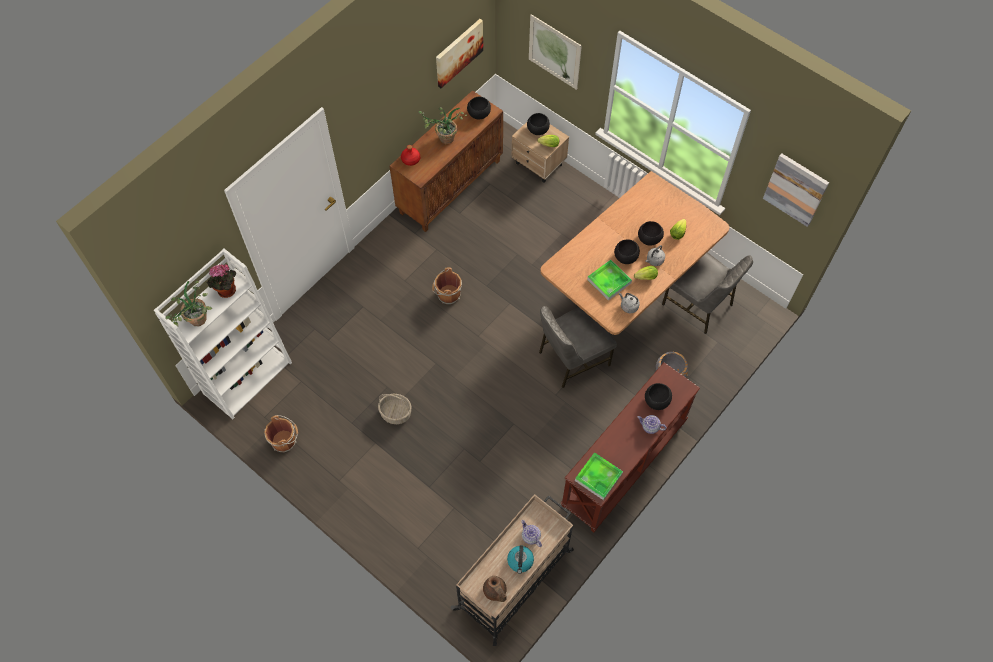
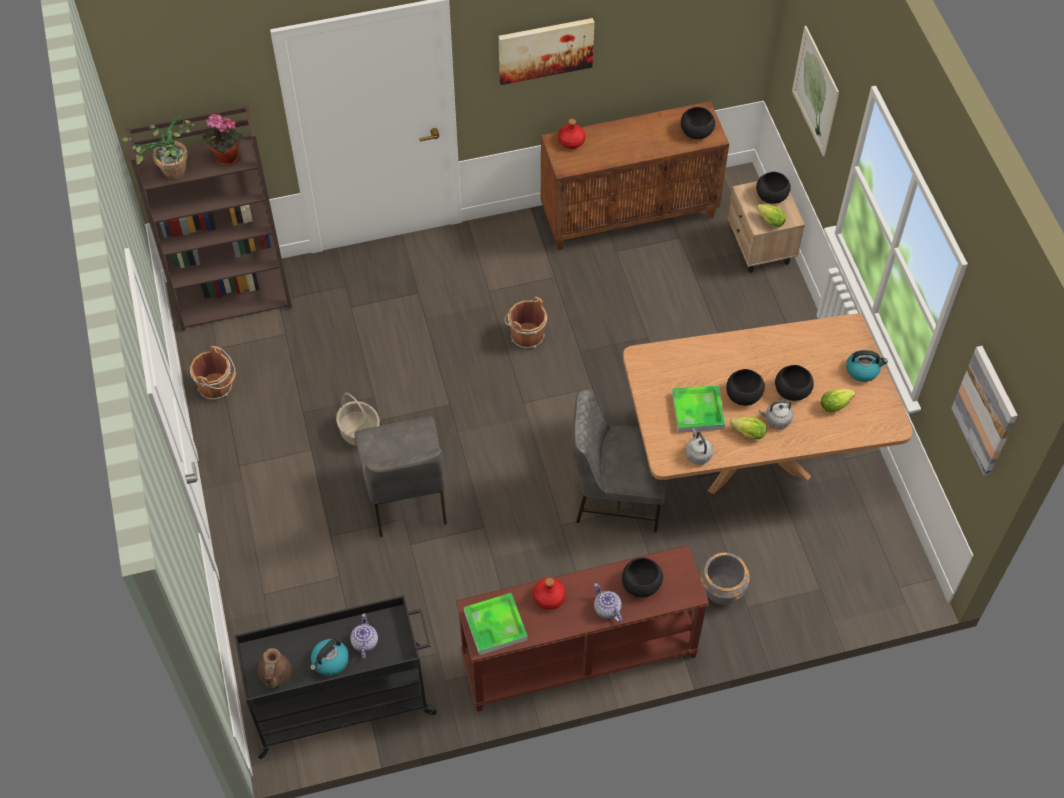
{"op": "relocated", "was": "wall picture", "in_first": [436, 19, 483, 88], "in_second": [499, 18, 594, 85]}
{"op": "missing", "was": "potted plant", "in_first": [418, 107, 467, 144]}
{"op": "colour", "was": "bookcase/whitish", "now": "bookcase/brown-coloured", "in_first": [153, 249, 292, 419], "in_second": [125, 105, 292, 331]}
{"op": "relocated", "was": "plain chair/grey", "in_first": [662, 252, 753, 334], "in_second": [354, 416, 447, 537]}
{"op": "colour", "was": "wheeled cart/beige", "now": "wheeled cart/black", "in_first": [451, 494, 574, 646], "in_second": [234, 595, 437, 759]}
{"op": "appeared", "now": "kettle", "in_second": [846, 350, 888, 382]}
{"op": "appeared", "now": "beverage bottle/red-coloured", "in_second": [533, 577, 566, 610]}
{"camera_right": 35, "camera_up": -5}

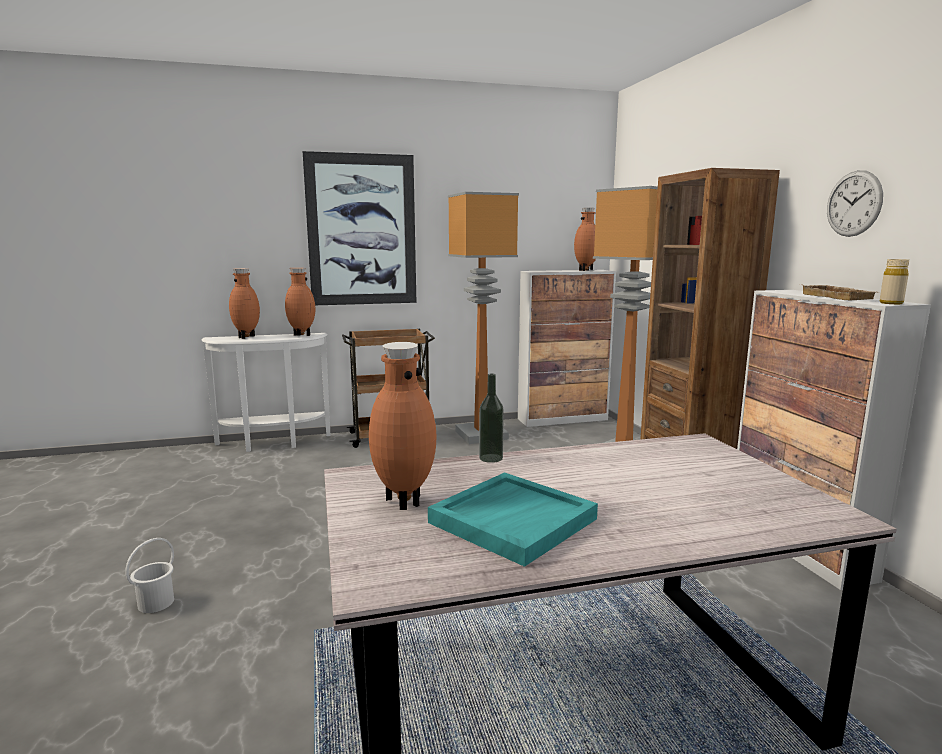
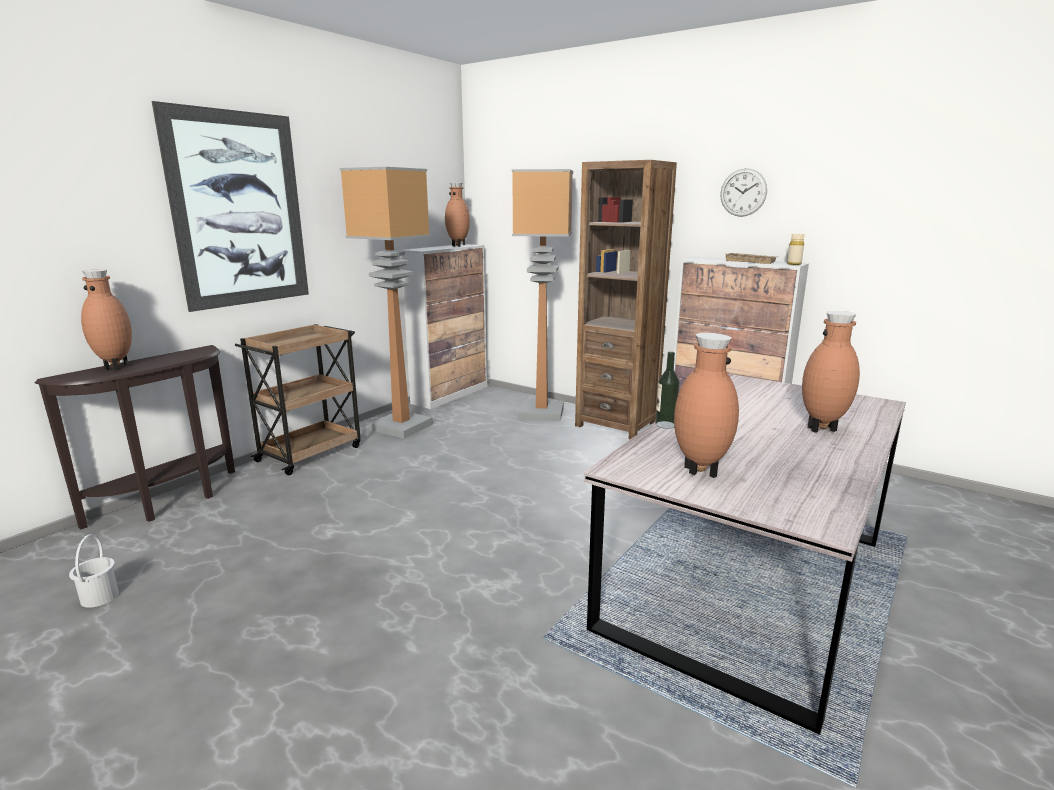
{"op": "relocated", "was": "vase/brown-coloured", "in_first": [285, 268, 315, 336], "in_second": [802, 311, 860, 433]}
{"op": "colour", "was": "hall table/whitish", "now": "hall table/brown-coloured", "in_first": [202, 333, 331, 452], "in_second": [35, 345, 235, 529]}
{"op": "missing", "was": "carrying tray/blue-green", "in_first": [428, 472, 598, 567]}
{"op": "relocated", "was": "water bucket/whitish", "in_first": [125, 538, 174, 613], "in_second": [69, 534, 119, 608]}
{"camera_right": -40, "camera_up": 5}

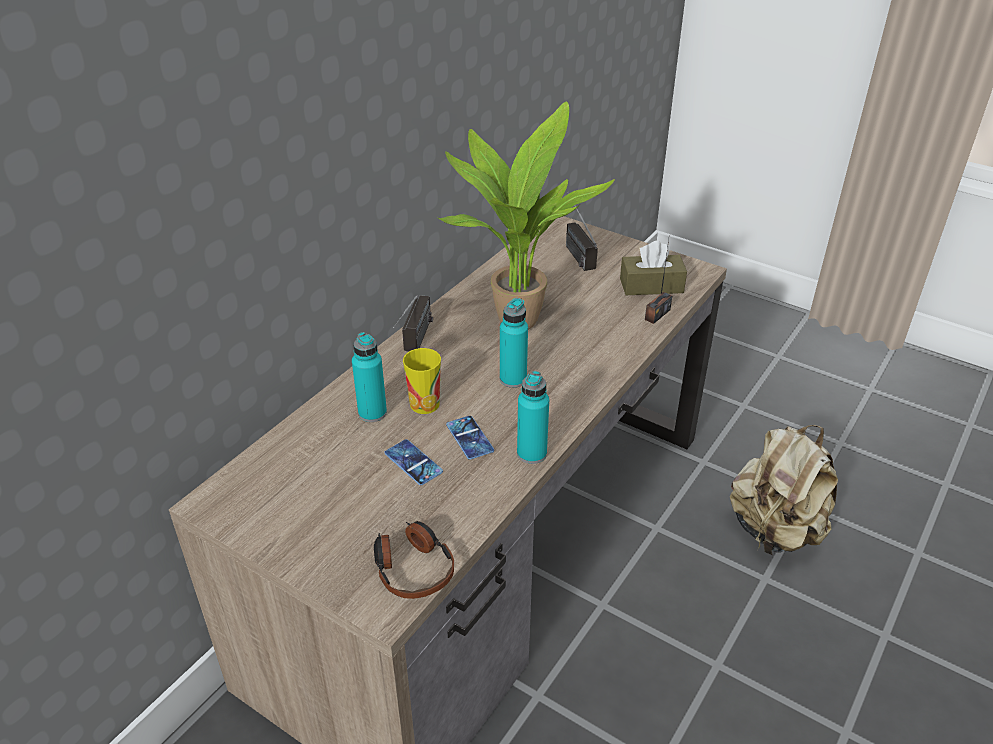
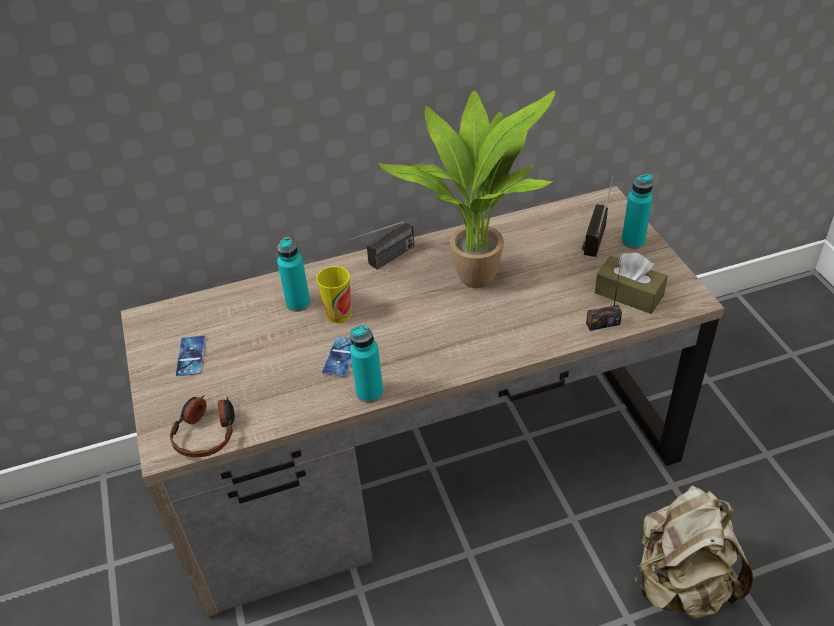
{"op": "relocated", "was": "beverage bottle/blue-green", "in_first": [500, 298, 528, 388], "in_second": [622, 174, 653, 249]}
{"op": "relocated", "was": "phone", "in_first": [384, 439, 443, 485], "in_second": [175, 336, 206, 376]}
{"camera_right": 40, "camera_up": 5}

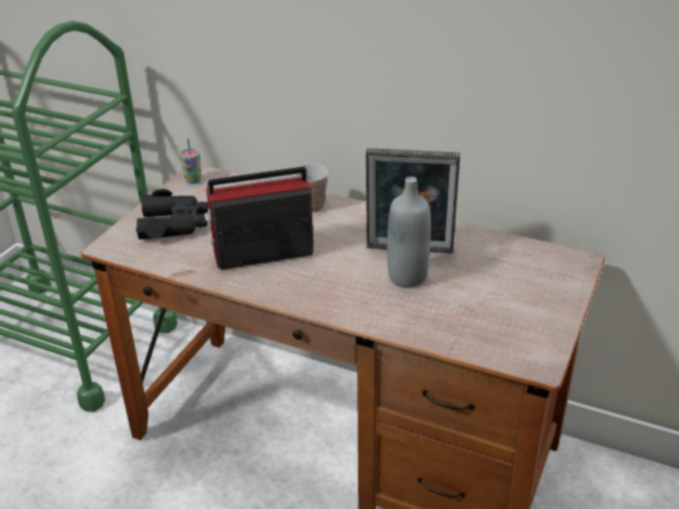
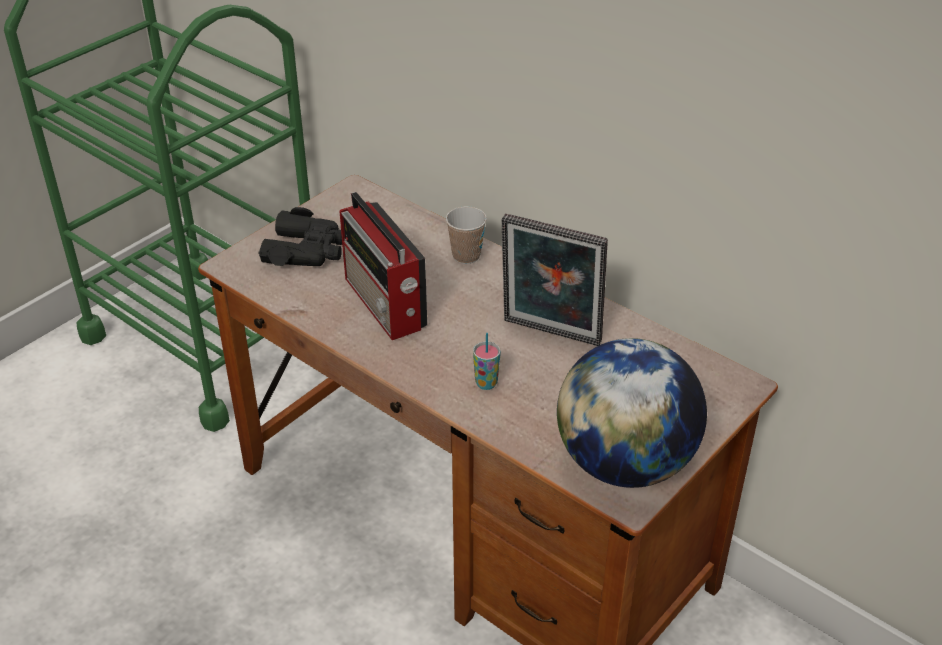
{"op": "relocated", "was": "cup", "in_first": [180, 138, 201, 184], "in_second": [473, 333, 501, 390]}
{"op": "spun", "was": "radio", "in_first": [204, 166, 314, 270], "in_second": [339, 192, 427, 340], "clockwise": -120}
{"op": "missing", "was": "beverage bottle/grey", "in_first": [387, 177, 431, 288]}
{"op": "appeared", "now": "desk globe", "in_second": [557, 338, 707, 488]}
{"camera_right": 15, "camera_up": 5}

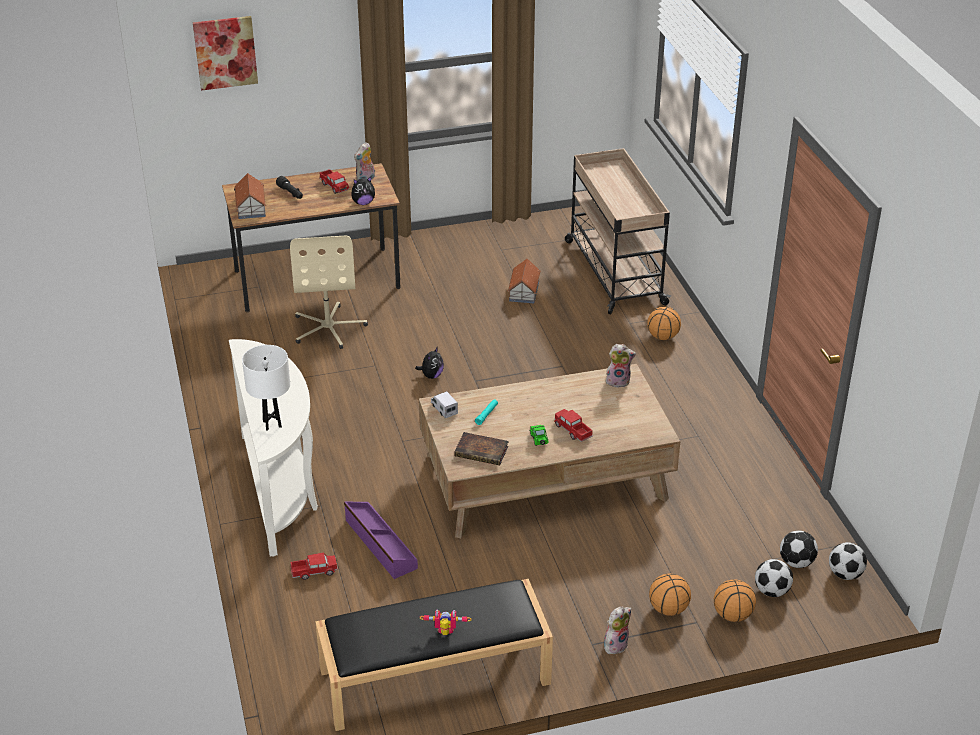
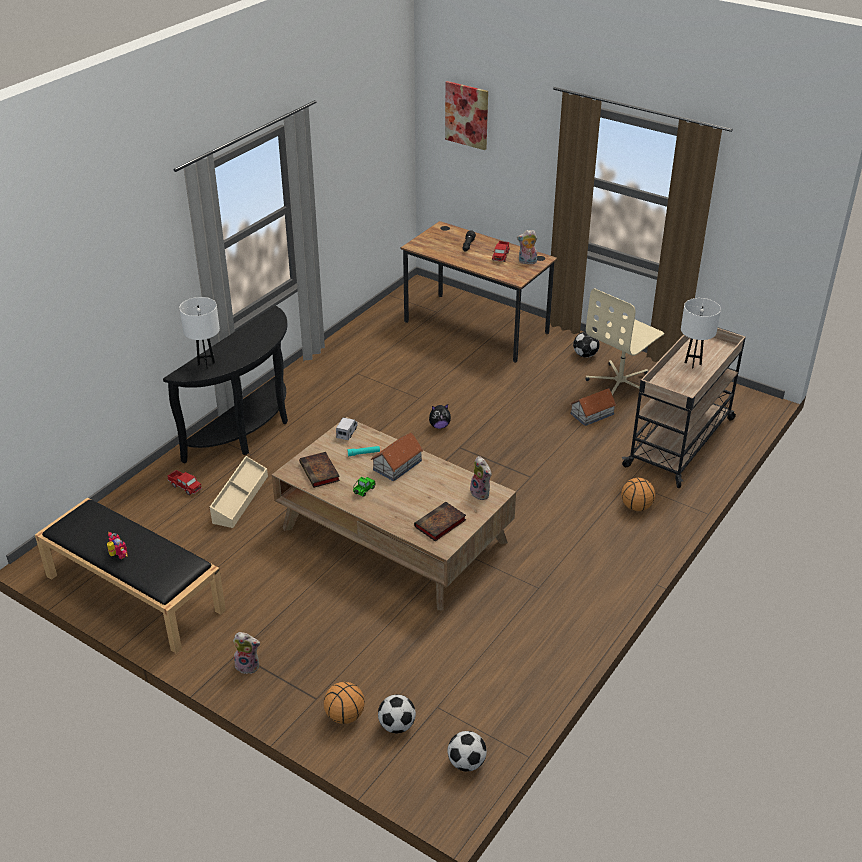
{"op": "relocated", "was": "model house", "in_first": [234, 173, 266, 219], "in_second": [371, 432, 423, 481]}
{"op": "missing", "was": "plush toy", "in_first": [351, 177, 375, 205]}
{"op": "relocated", "was": "desk chair/beige", "in_first": [290, 235, 368, 349], "in_second": [586, 288, 664, 395]}
{"op": "colour", "was": "hall table/whitish", "now": "hall table/black", "in_first": [229, 339, 318, 557], "in_second": [163, 306, 288, 463]}
{"op": "missing", "was": "toy lorry", "in_first": [554, 409, 593, 442]}
{"op": "colour", "was": "storage container/purplish", "now": "storage container/beige", "in_first": [344, 502, 418, 579], "in_second": [209, 456, 268, 528]}
{"op": "relocated", "was": "ball for football", "in_first": [780, 531, 818, 568], "in_second": [573, 332, 600, 358]}
{"op": "missing", "was": "basketball", "in_first": [649, 574, 691, 616]}
{"op": "appeared", "now": "table lamp/whitish", "in_second": [681, 298, 721, 368]}
{"op": "appeared", "now": "bound book", "in_second": [414, 502, 466, 541]}
{"camera_right": 50, "camera_up": 0}

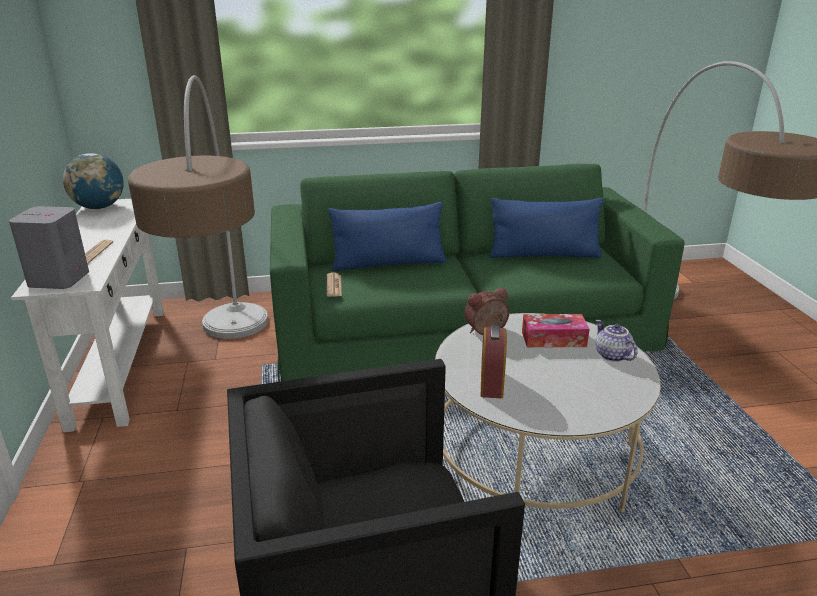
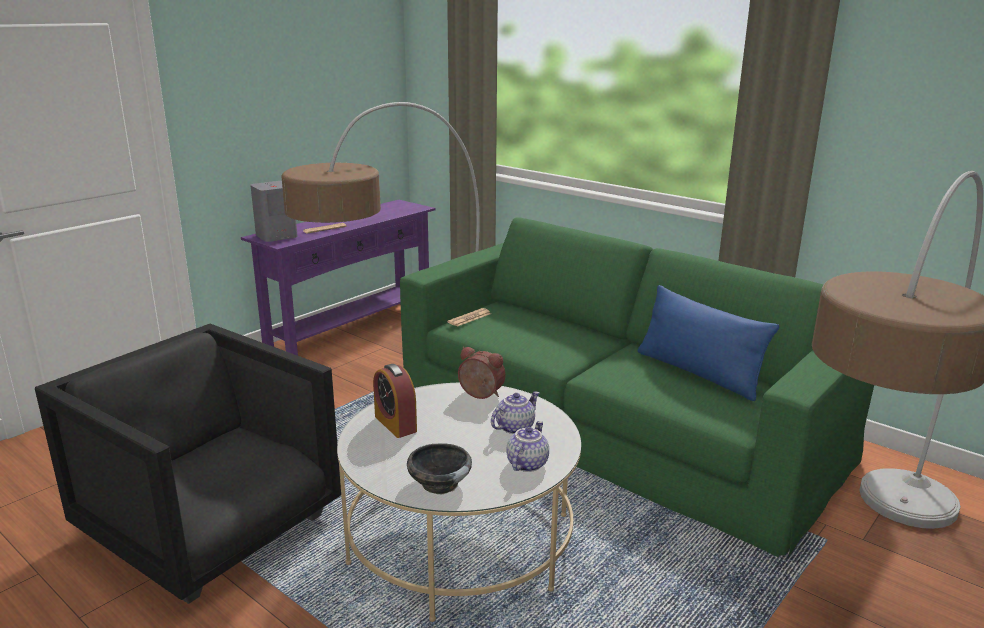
{"op": "missing", "was": "desk globe", "in_first": [63, 153, 124, 209]}
{"op": "colour", "was": "hall table/whitish", "now": "hall table/purplish", "in_first": [11, 199, 164, 432], "in_second": [241, 200, 435, 356]}
{"op": "missing", "was": "pillow/blue-coloured", "in_first": [328, 202, 446, 271]}
{"op": "exchanged", "was": "tissue holder", "now": "teapot", "in_first": [522, 314, 590, 348], "in_second": [491, 391, 539, 434]}
{"op": "spun", "was": "alarm clock", "in_first": [481, 325, 507, 398], "in_second": [373, 364, 417, 438], "clockwise": -90}
{"op": "appeared", "now": "serving bowl/black", "in_second": [407, 443, 472, 494]}
{"camera_right": 50, "camera_up": -5}

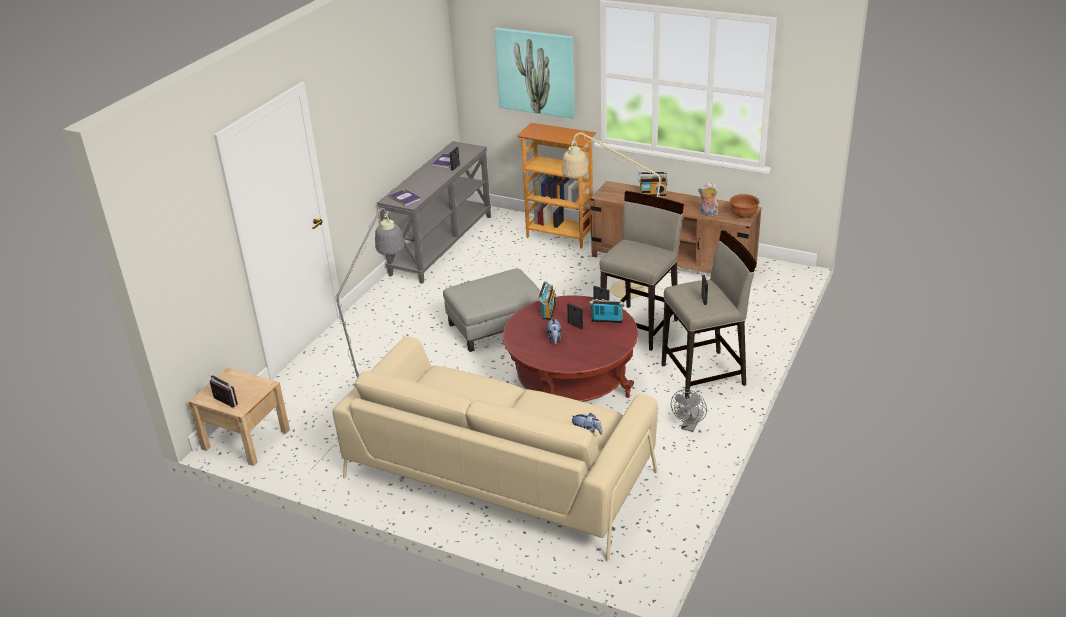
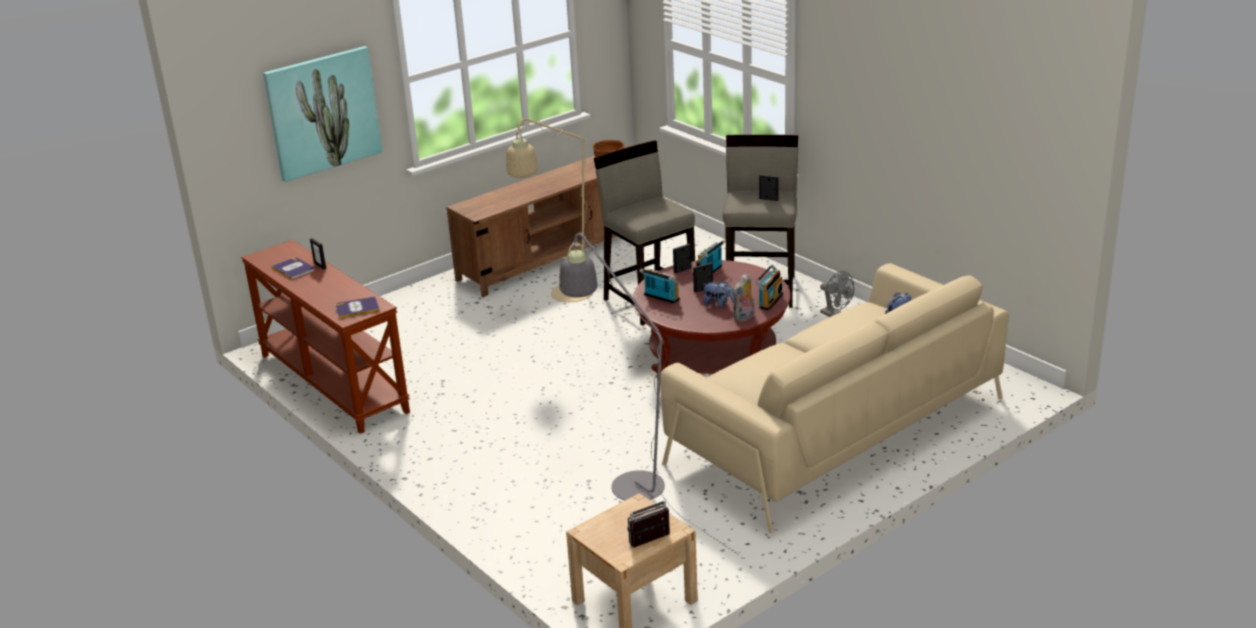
{"op": "missing", "was": "bookcase", "in_first": [517, 123, 596, 249]}
{"op": "colour", "was": "hall table/grey", "now": "hall table/brown-coloured", "in_first": [377, 141, 492, 284], "in_second": [241, 240, 410, 434]}
{"op": "relocated", "was": "radio", "in_first": [638, 172, 668, 196], "in_second": [755, 265, 783, 310]}
{"op": "relocated", "was": "plush toy", "in_first": [698, 183, 718, 216], "in_second": [733, 273, 754, 322]}
{"op": "missing", "was": "pouffe/grey", "in_first": [443, 269, 543, 352]}
{"camera_right": -65, "camera_up": -5}

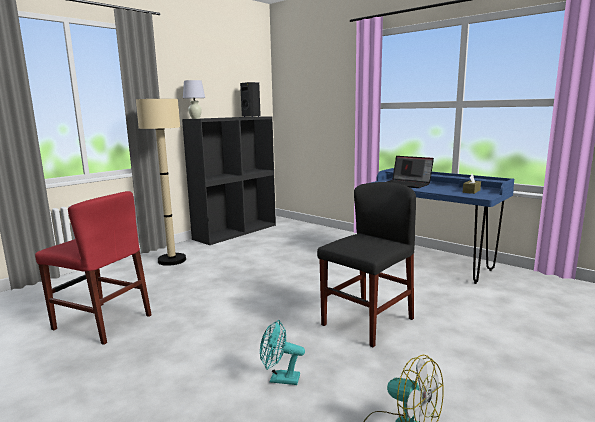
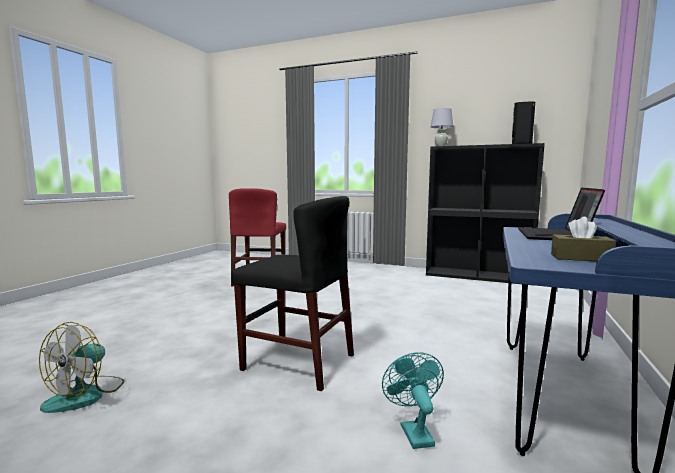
{"op": "missing", "was": "floor lamp/beige", "in_first": [136, 99, 186, 266]}
{"op": "relocated", "was": "electric fan/blue-green", "in_first": [260, 320, 305, 385], "in_second": [382, 352, 444, 449]}
{"camera_right": 70, "camera_up": -5}

